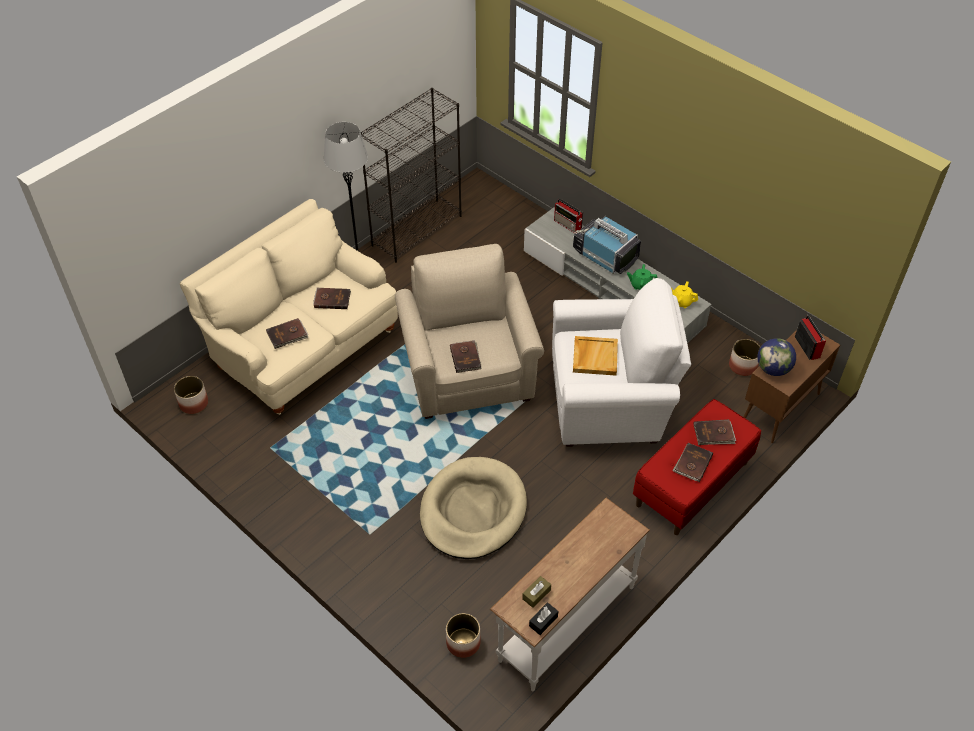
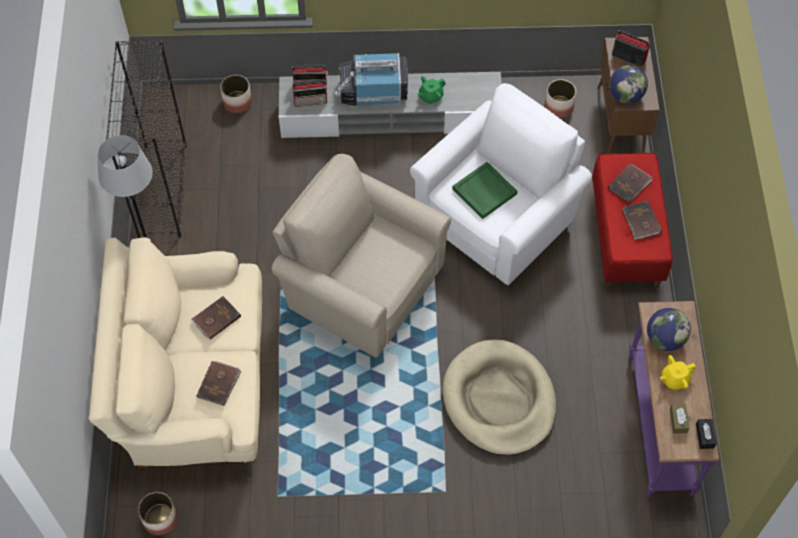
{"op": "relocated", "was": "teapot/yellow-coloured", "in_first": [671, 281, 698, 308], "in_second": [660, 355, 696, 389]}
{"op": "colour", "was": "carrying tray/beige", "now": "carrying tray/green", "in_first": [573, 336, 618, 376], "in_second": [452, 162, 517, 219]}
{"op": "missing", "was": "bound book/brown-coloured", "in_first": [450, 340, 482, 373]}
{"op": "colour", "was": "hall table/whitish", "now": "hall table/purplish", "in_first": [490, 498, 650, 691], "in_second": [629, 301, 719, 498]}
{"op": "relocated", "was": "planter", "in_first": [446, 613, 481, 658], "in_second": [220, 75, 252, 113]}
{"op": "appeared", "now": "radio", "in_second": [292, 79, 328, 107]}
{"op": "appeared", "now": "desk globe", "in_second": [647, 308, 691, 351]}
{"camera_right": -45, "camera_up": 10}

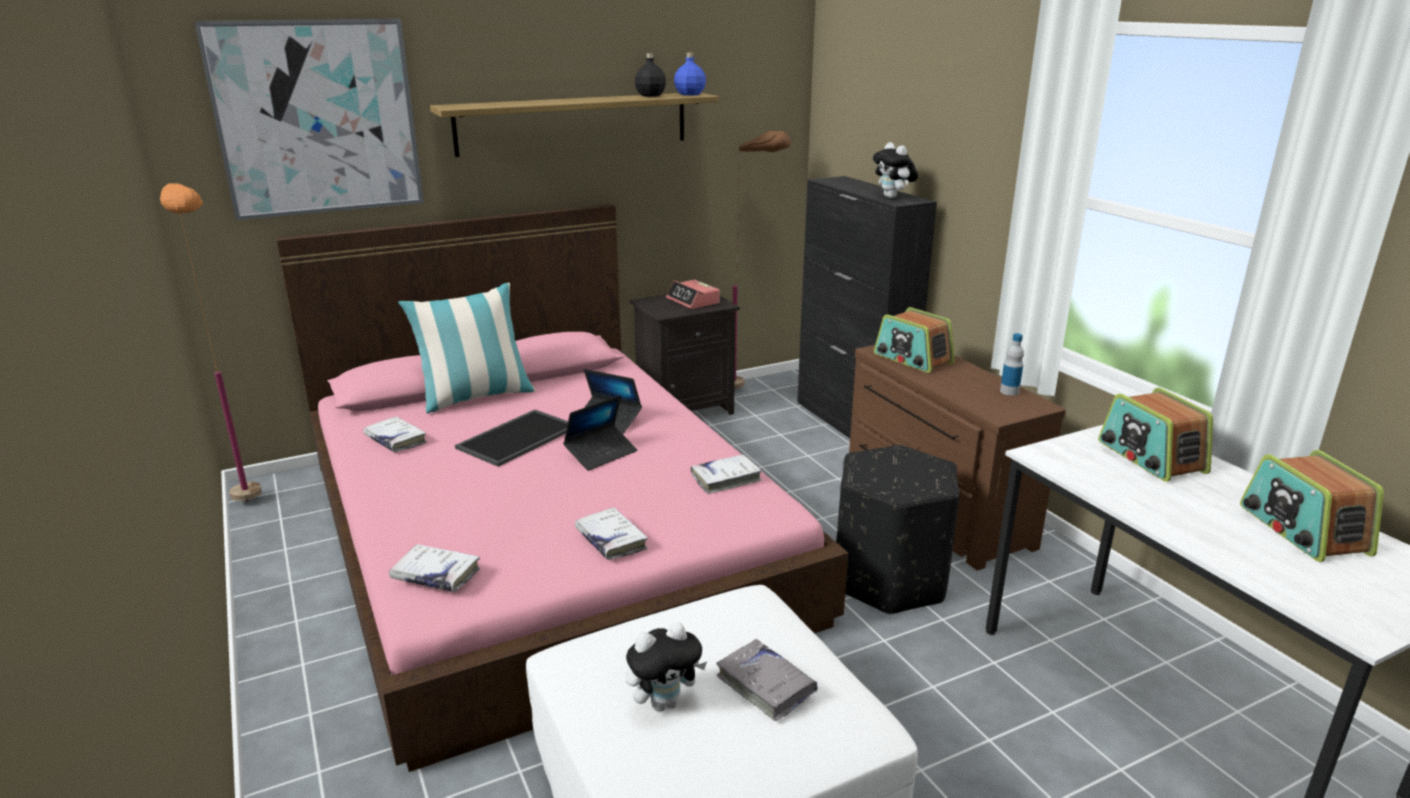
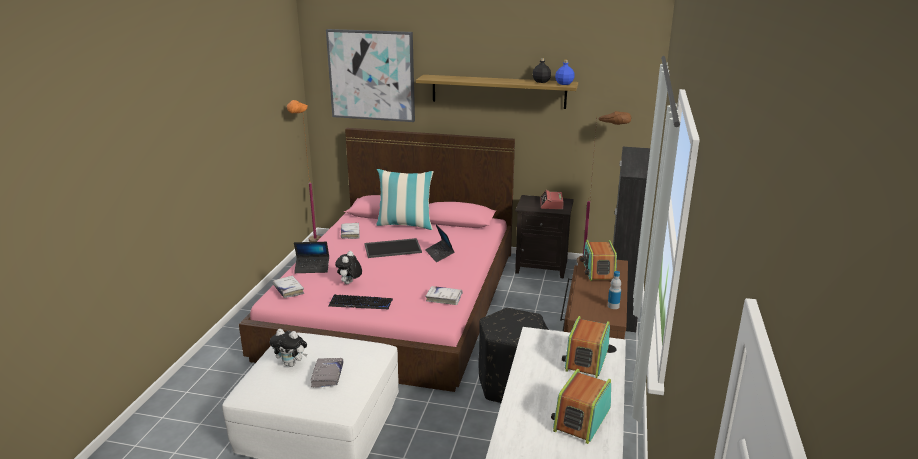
{"op": "relocated", "was": "plush toy", "in_first": [873, 142, 918, 198], "in_second": [335, 251, 362, 284]}
{"op": "relocated", "was": "portable computer", "in_first": [563, 395, 637, 471], "in_second": [294, 242, 329, 273]}
{"op": "exchanged", "was": "bound book/whitish", "now": "computer keyboard", "in_first": [575, 507, 648, 560], "in_second": [329, 294, 393, 310]}
{"camera_right": 40, "camera_up": 0}

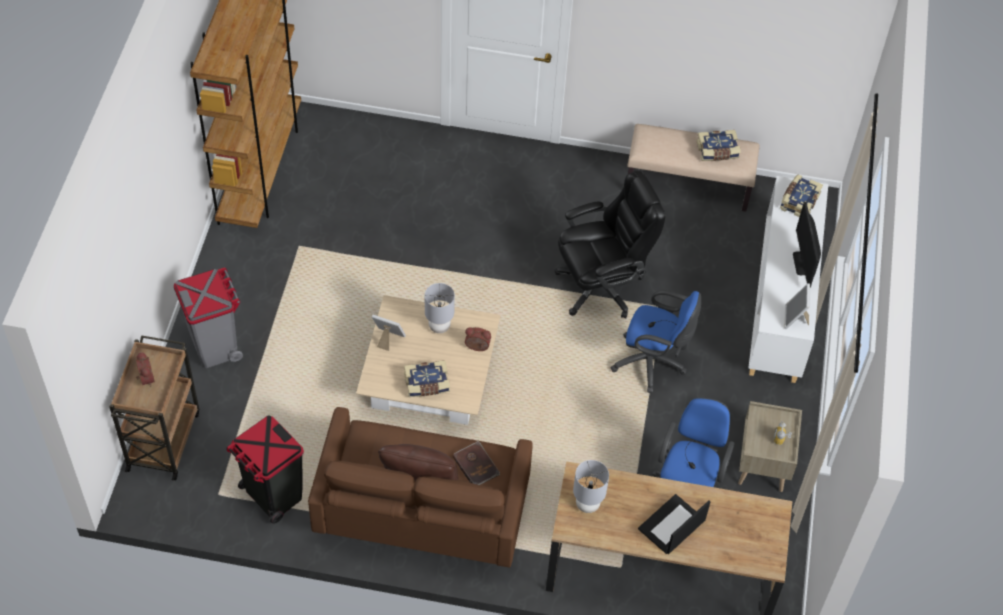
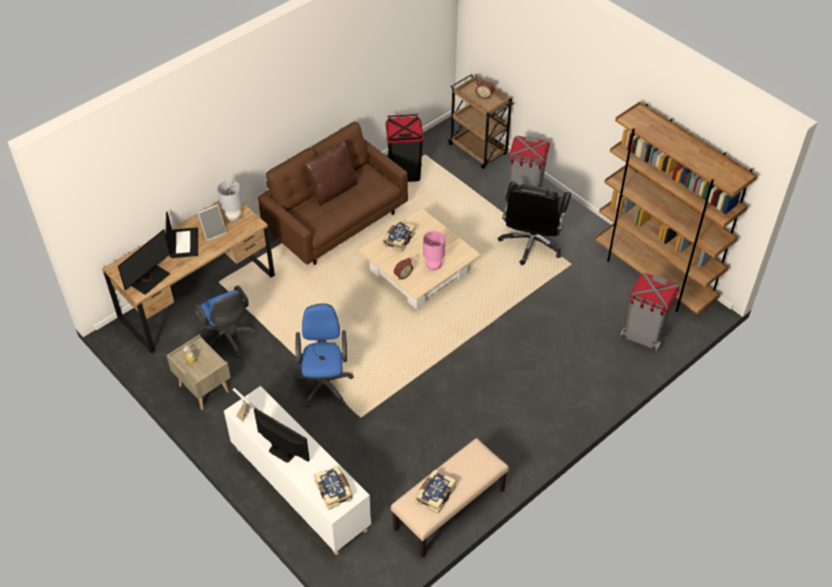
{"op": "relocated", "was": "desk chair/black", "in_first": [554, 170, 665, 318], "in_second": [498, 182, 571, 265]}
{"op": "colour", "was": "table lamp/grey", "now": "table lamp/pink-coloured", "in_first": [425, 283, 455, 333], "in_second": [423, 231, 445, 270]}
{"op": "spun", "was": "desk chair/blue-coloured", "in_first": [611, 290, 701, 393], "in_second": [296, 303, 354, 407], "clockwise": 120}
{"op": "relocated", "was": "picture frame", "in_first": [371, 314, 406, 351], "in_second": [197, 204, 227, 241]}
{"op": "missing", "was": "bound book/brown-coloured", "in_first": [453, 441, 500, 485]}
{"op": "appeared", "now": "computer display", "in_second": [118, 229, 170, 295]}
{"op": "appeared", "now": "waste bin/grey", "in_second": [620, 273, 679, 352]}
{"camera_right": 130, "camera_up": -5}

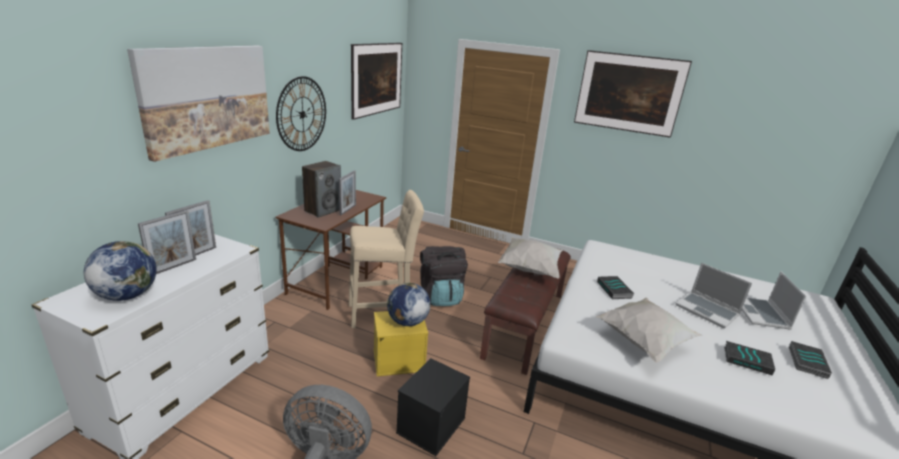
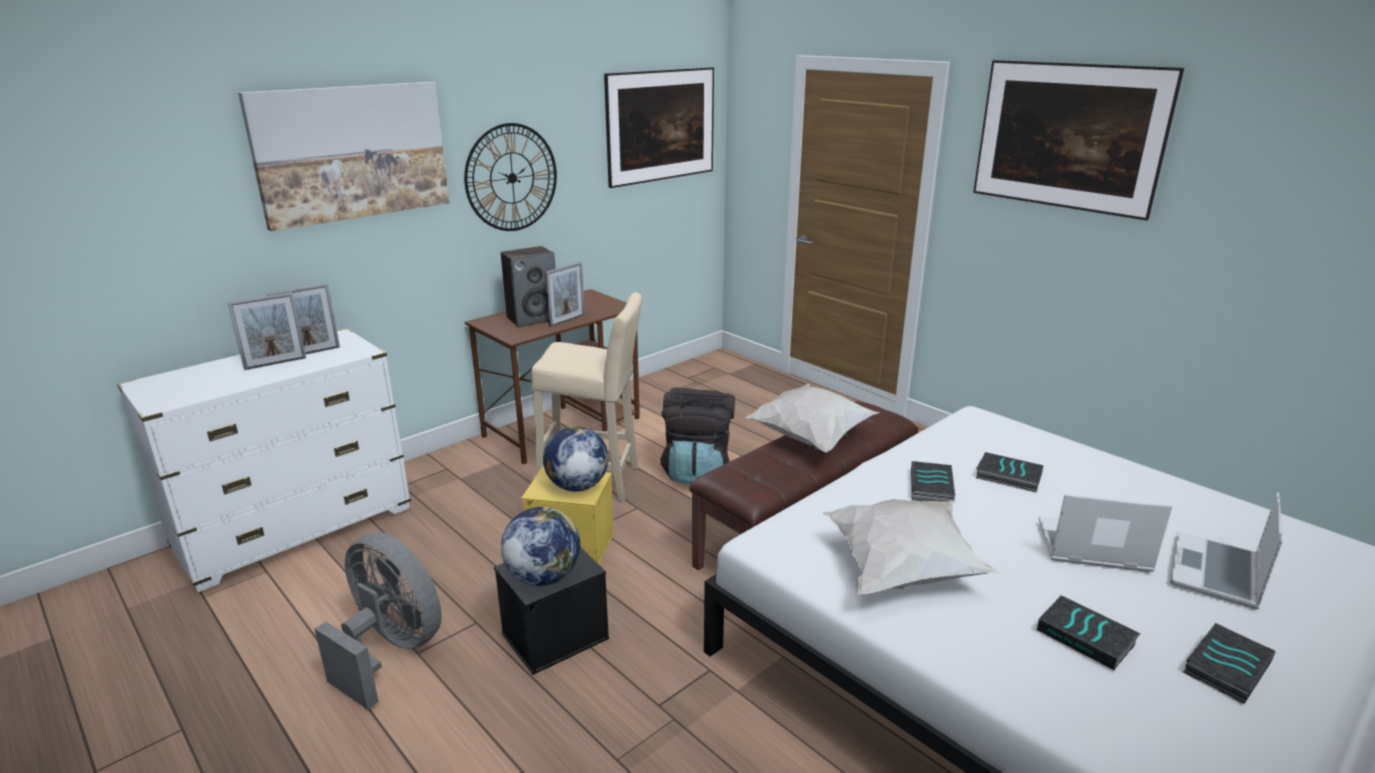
{"op": "relocated", "was": "desk globe", "in_first": [84, 241, 157, 301], "in_second": [501, 507, 580, 586]}
{"op": "spun", "was": "portable computer", "in_first": [676, 263, 752, 328], "in_second": [1039, 494, 1173, 572], "clockwise": 120}
{"op": "appeared", "now": "bound book", "in_second": [976, 452, 1044, 493]}
{"camera_right": 25, "camera_up": 0}

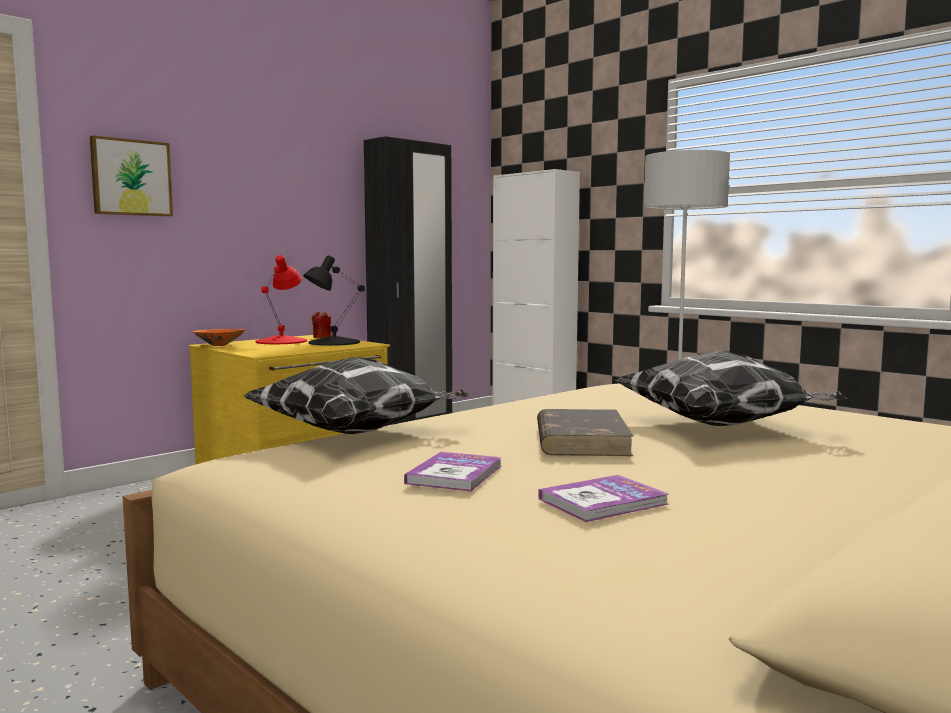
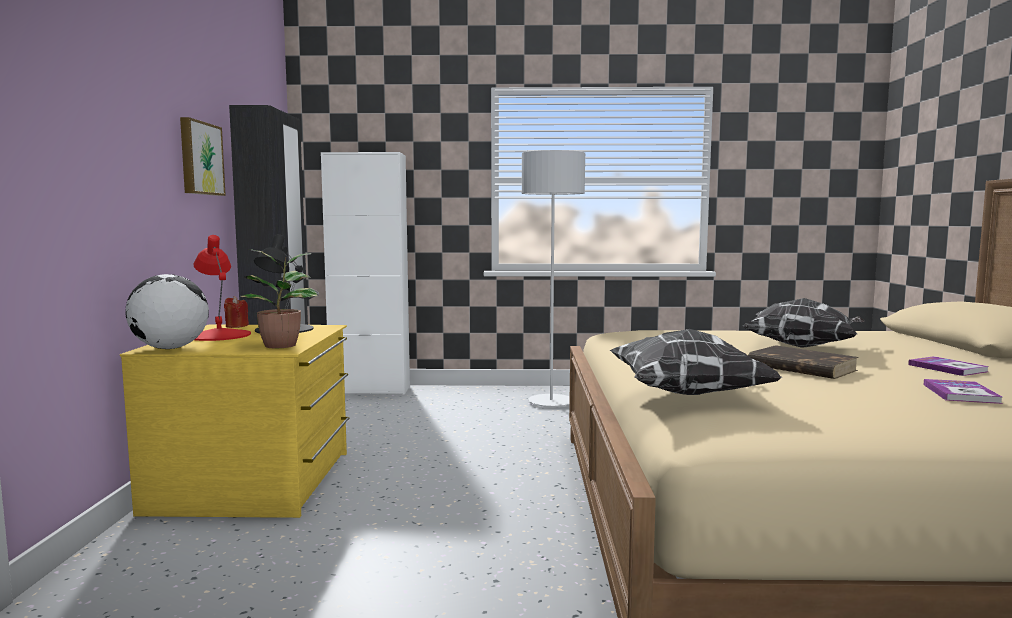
{"op": "relocated", "was": "wall picture", "in_first": [90, 135, 173, 216], "in_second": [180, 117, 226, 196]}
{"op": "exchanged", "was": "serving bowl/orange-coloured", "now": "desk globe", "in_first": [192, 329, 246, 346], "in_second": [125, 274, 209, 349]}
{"op": "relocated", "was": "bound book", "in_first": [404, 452, 502, 491], "in_second": [908, 356, 989, 376]}
{"op": "appeared", "now": "potted plant", "in_second": [240, 249, 319, 348]}
{"camera_right": -45, "camera_up": 0}

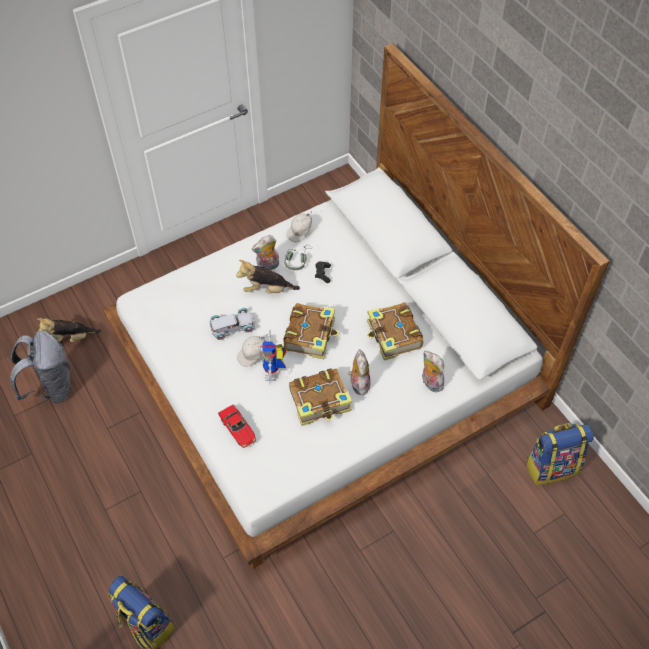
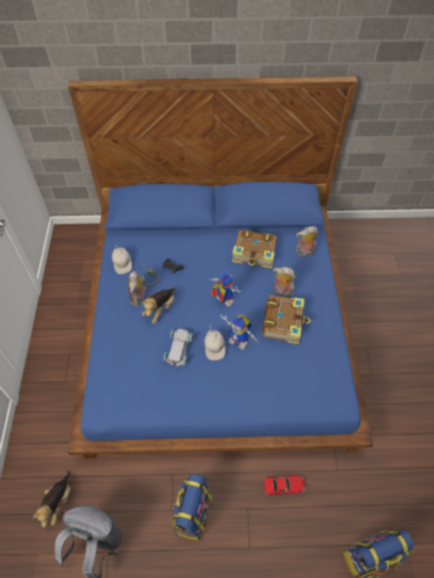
{"op": "colour", "was": "bed/whitish", "now": "bed/blue-coloured", "in_first": [103, 43, 610, 569], "in_second": [68, 76, 374, 458]}
{"op": "exchanged", "was": "bound book", "now": "robot figure", "in_first": [284, 303, 339, 359], "in_second": [209, 273, 241, 307]}
{"op": "relocated", "was": "miniature car", "in_first": [218, 405, 256, 448], "in_second": [263, 476, 305, 496]}
{"op": "relocated", "was": "backpack", "in_first": [526, 423, 594, 485], "in_second": [172, 474, 212, 541]}
{"camera_right": -60, "camera_up": 0}

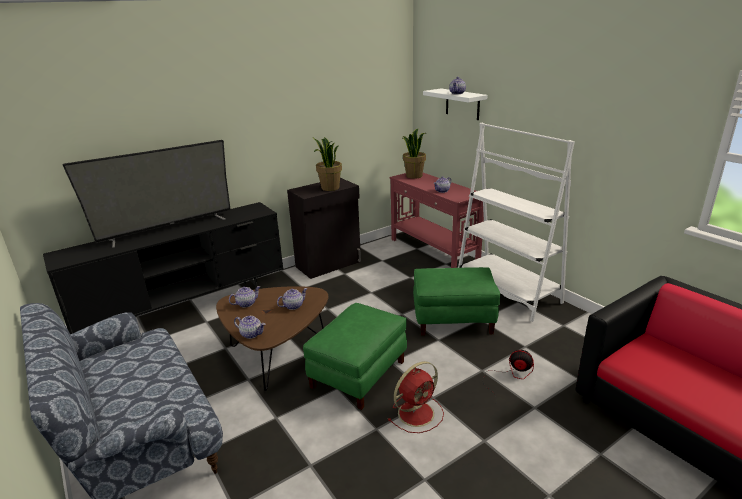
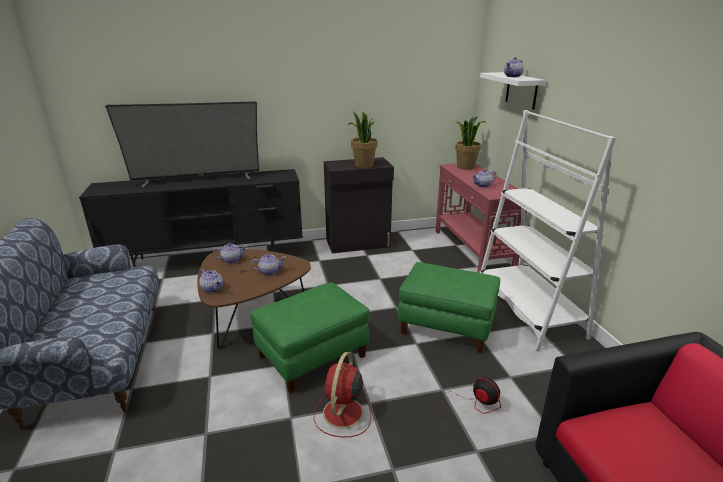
{"op": "spun", "was": "electric fan/red-coloured", "in_first": [388, 361, 444, 433], "in_second": [314, 352, 371, 437], "clockwise": 120}
{"camera_right": 20, "camera_up": 0}

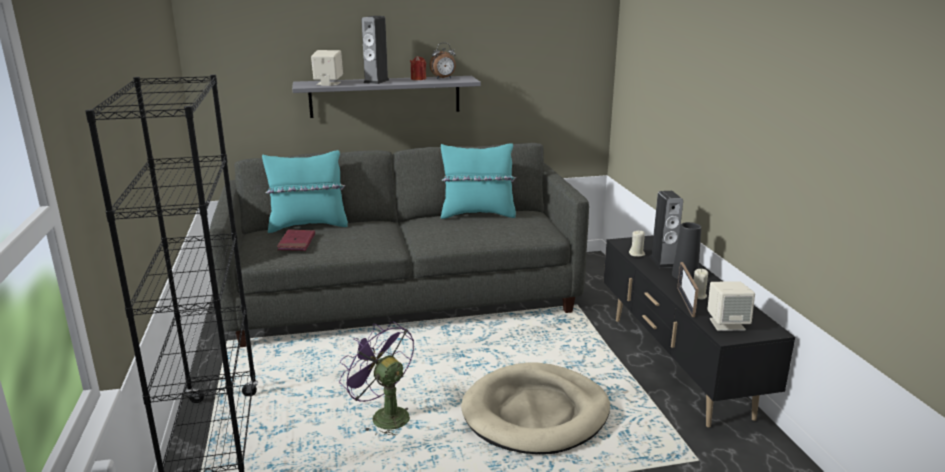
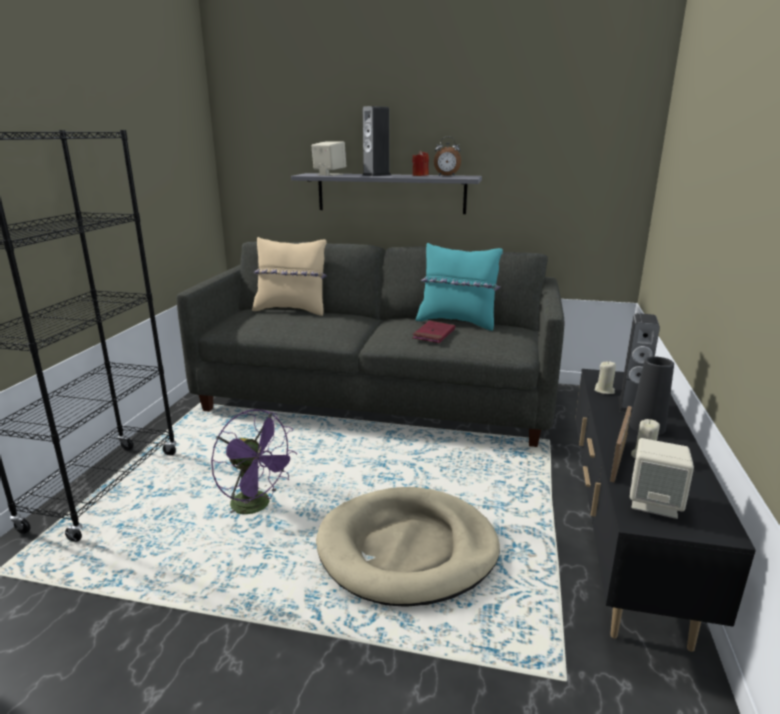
{"op": "colour", "was": "pillow/blue-green", "now": "pillow/beige", "in_first": [262, 150, 348, 233], "in_second": [252, 237, 327, 316]}
{"op": "relocated", "was": "bound book/red-coloured", "in_first": [277, 229, 315, 251], "in_second": [412, 321, 455, 343]}
{"op": "spun", "was": "electric fan/purplish", "in_first": [339, 321, 414, 436], "in_second": [211, 409, 297, 515], "clockwise": 150}
{"camera_right": 25, "camera_up": 0}

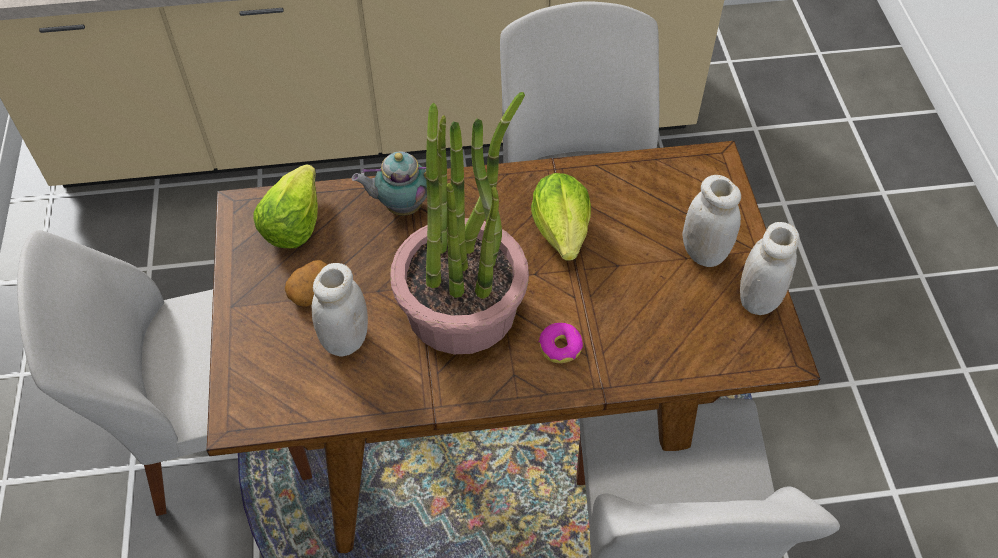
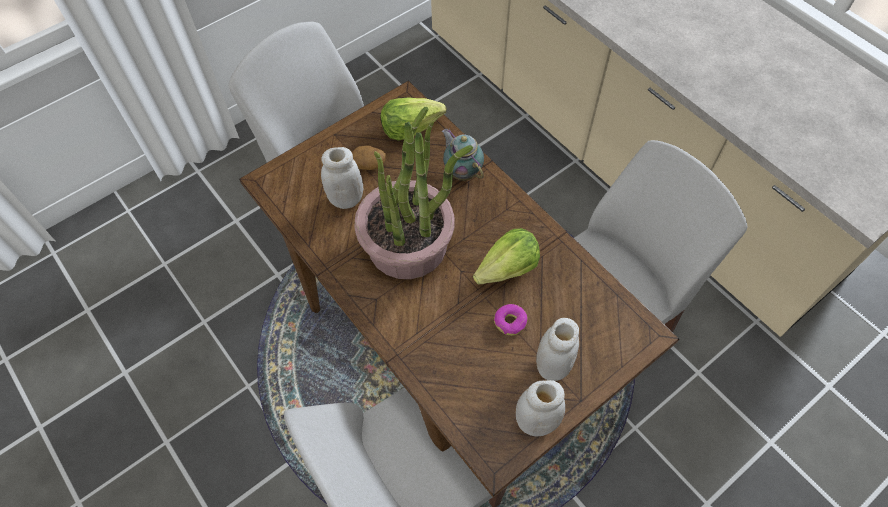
{"op": "relocated", "was": "doughnut", "in_first": [539, 323, 583, 363], "in_second": [494, 304, 527, 336]}
{"camera_right": 60, "camera_up": 5}

